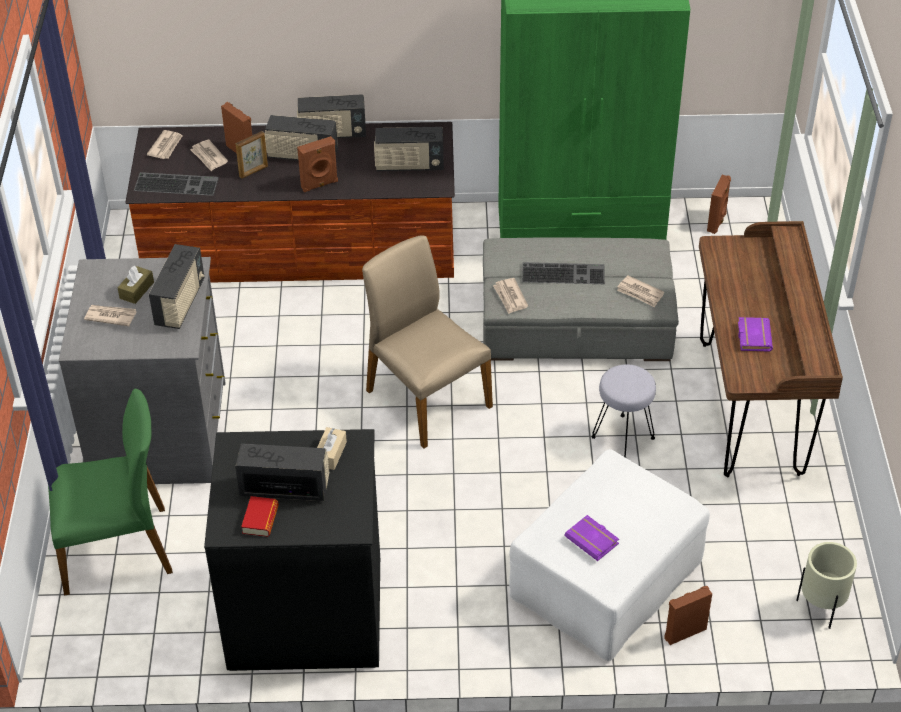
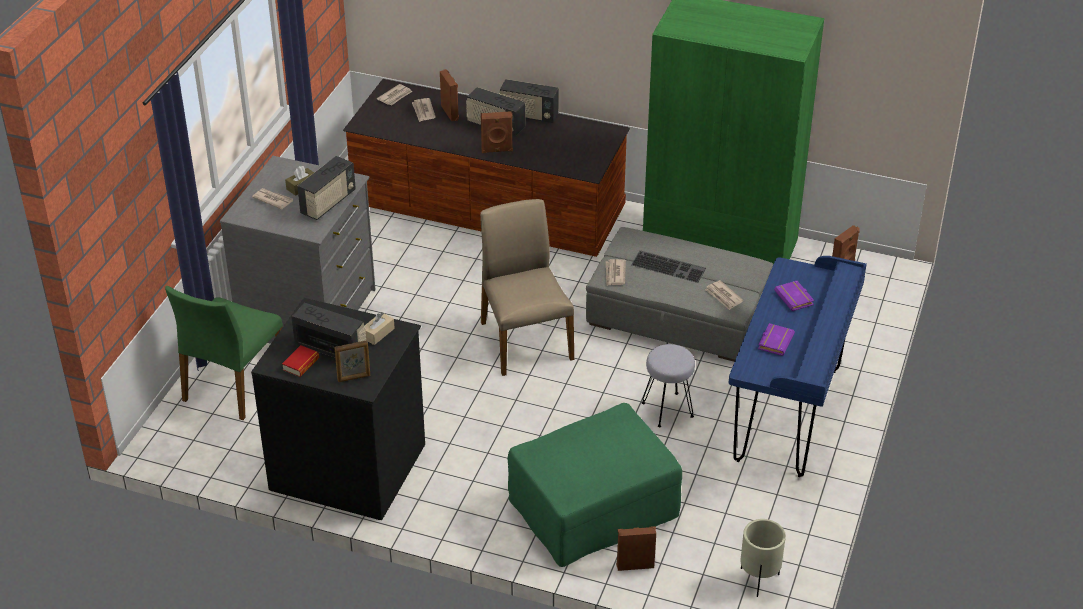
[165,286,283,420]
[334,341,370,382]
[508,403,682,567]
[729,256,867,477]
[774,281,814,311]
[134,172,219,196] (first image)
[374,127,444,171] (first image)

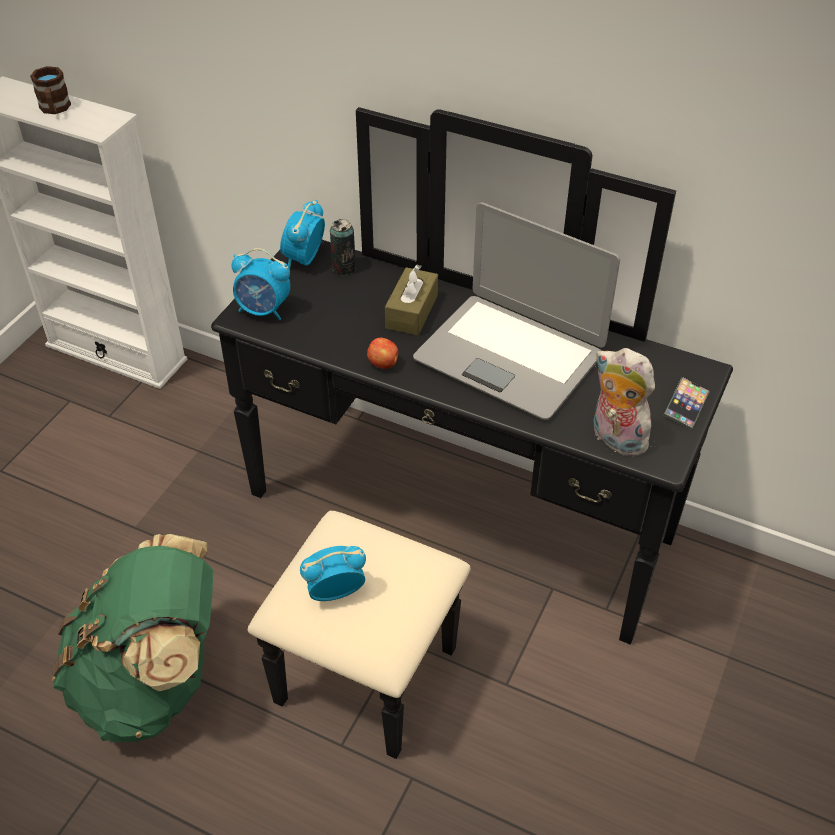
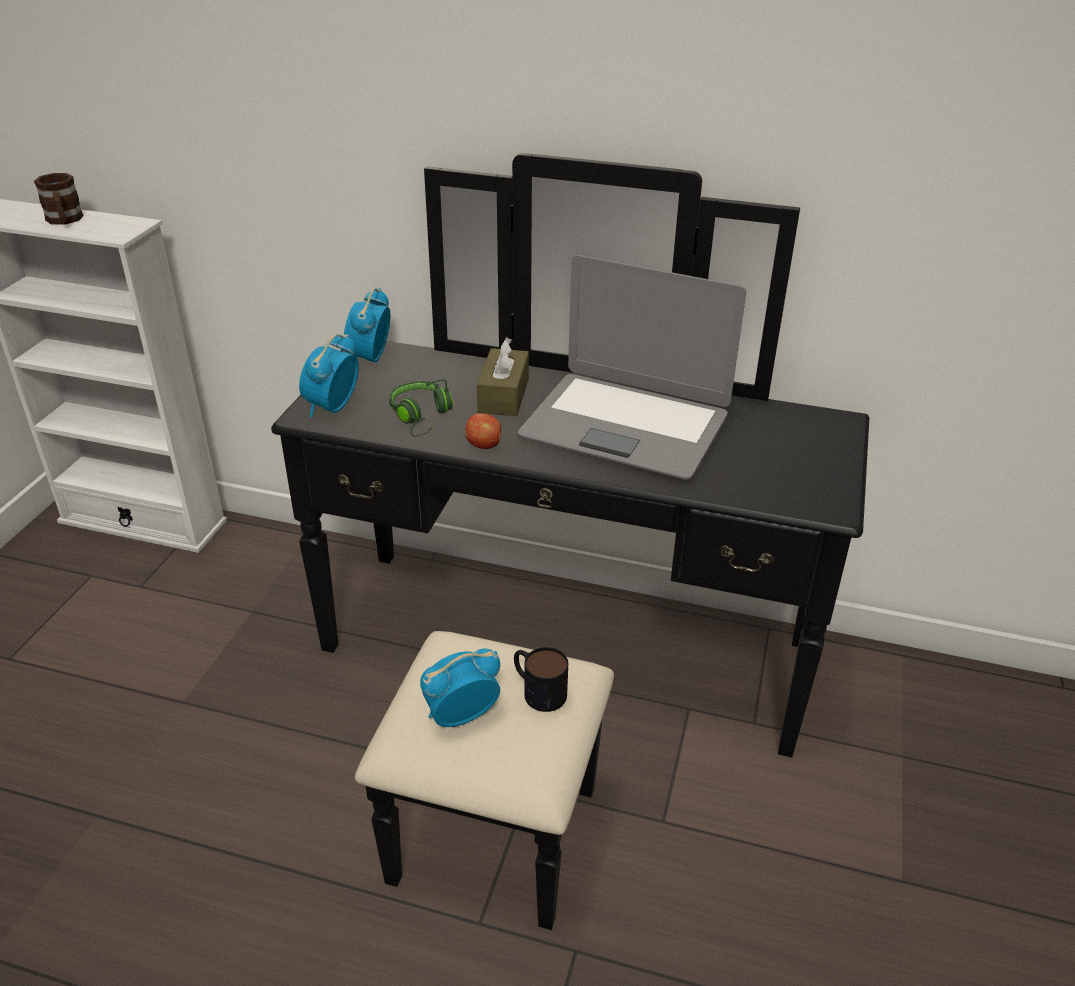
[299,333,359,418]
[389,379,453,437]
[514,647,568,712]
[52,534,213,742] (first image)
[330,219,356,275] (first image)
[594,348,655,457] (first image)
[664,377,710,430] (first image)

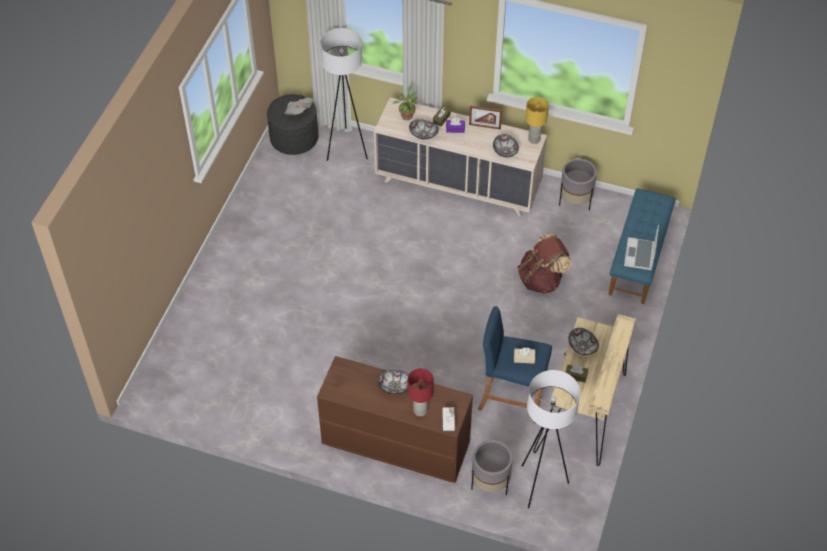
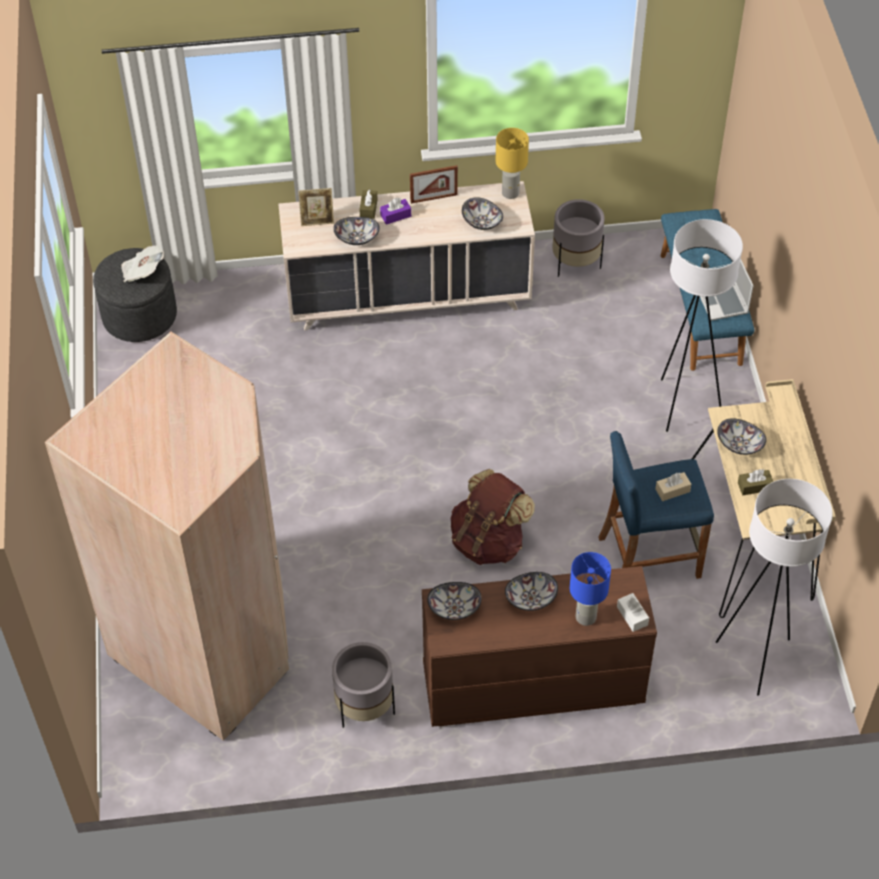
[45,332,289,741]
[298,188,334,226]
[332,642,395,728]
[427,582,482,620]
[450,469,535,565]
[570,552,611,626]
[661,219,743,432]

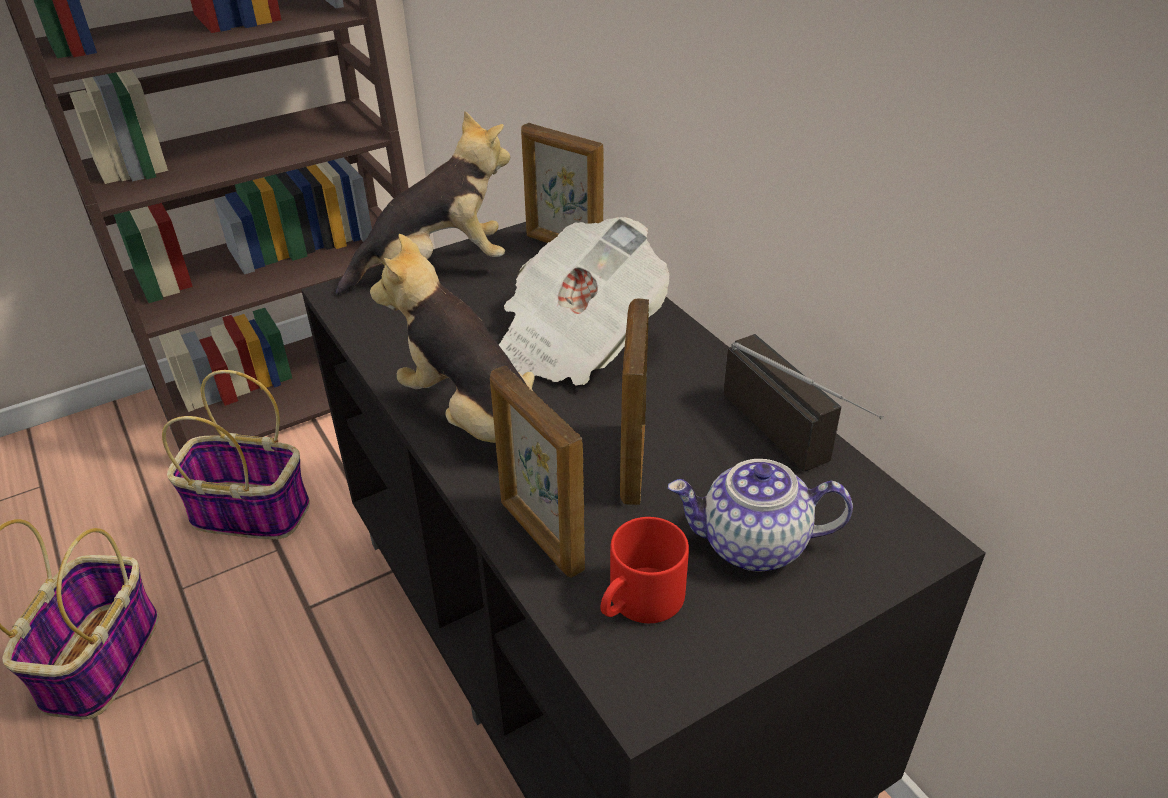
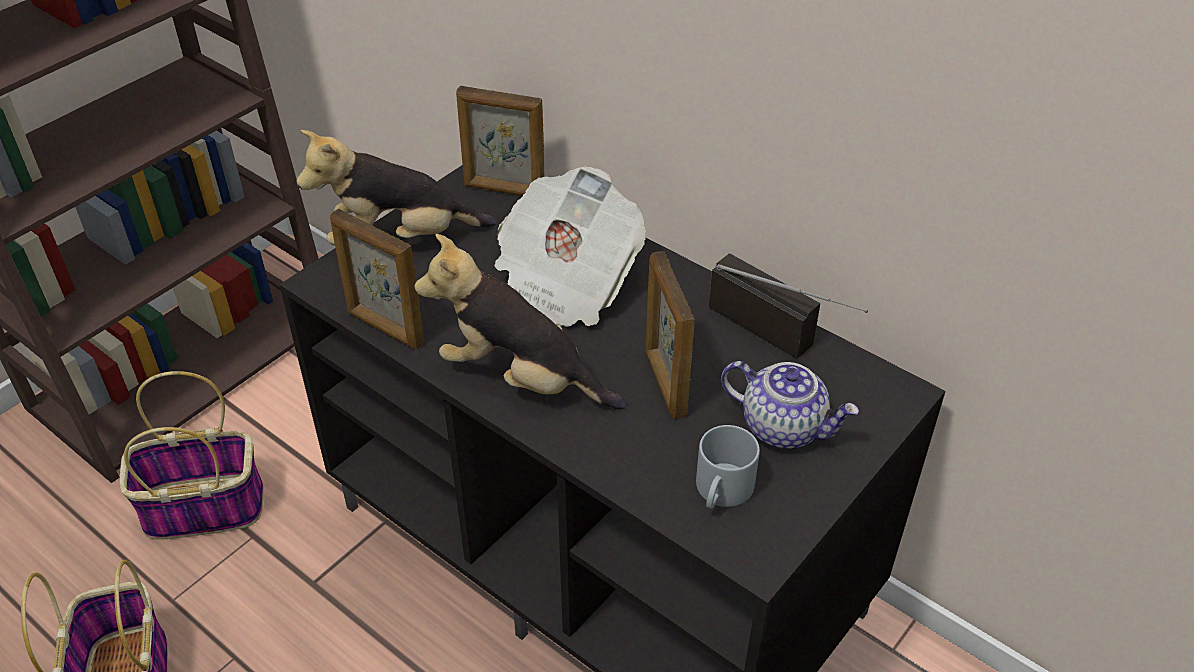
[296,130,496,246]
[330,209,425,349]
[696,425,760,509]
[721,361,859,449]

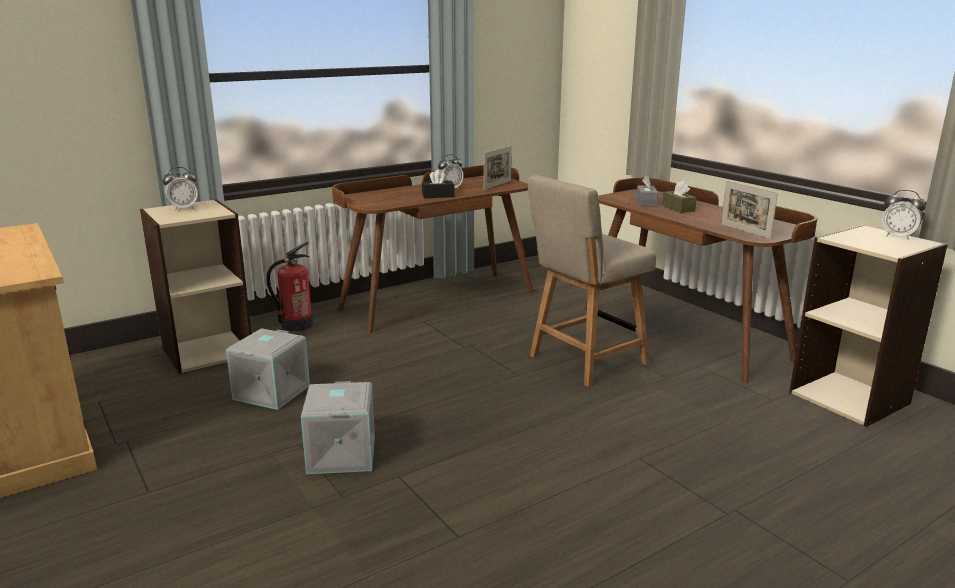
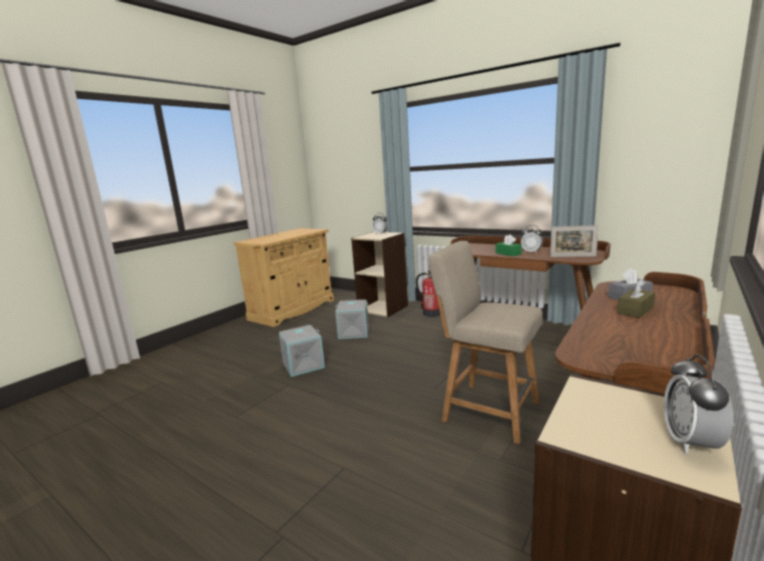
[496,234,522,256]
[721,181,778,239] (first image)

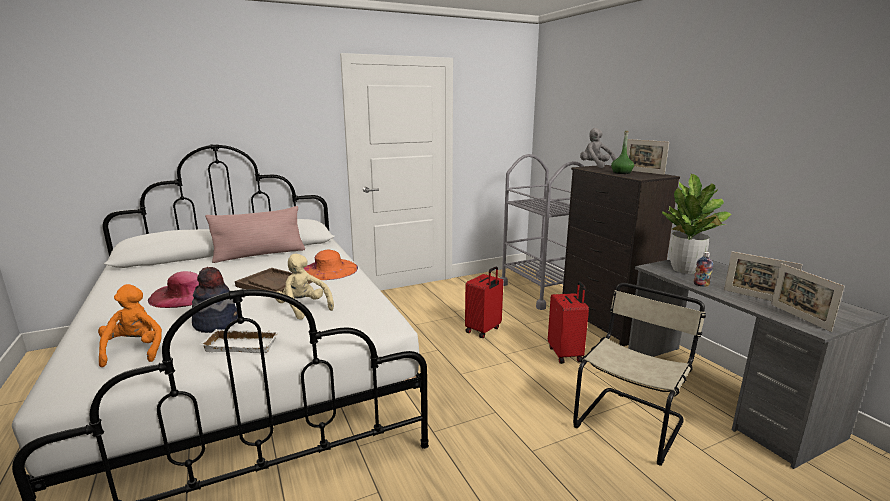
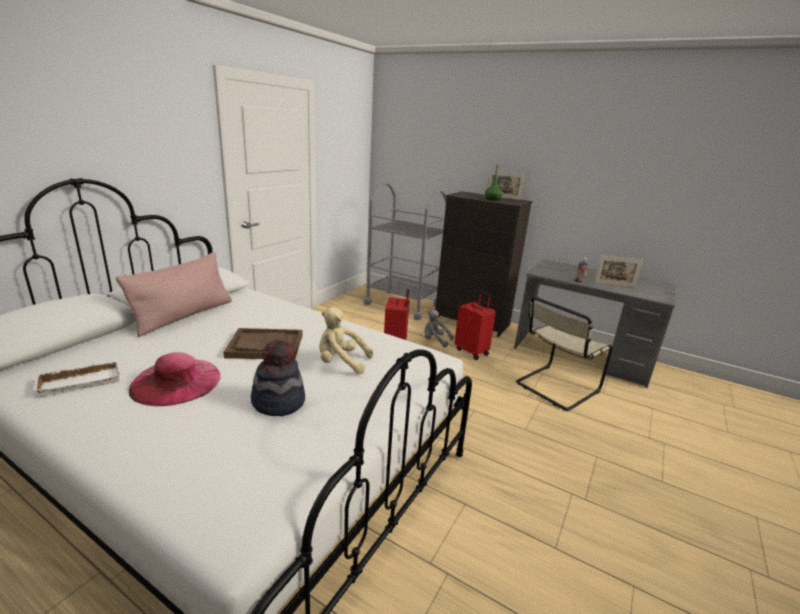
[33,360,120,397]
[424,310,454,347]
[516,296,613,411]
[98,284,162,367] (first image)
[304,250,358,280] (first image)
[662,174,732,274] (first image)
[771,263,845,332] (first image)

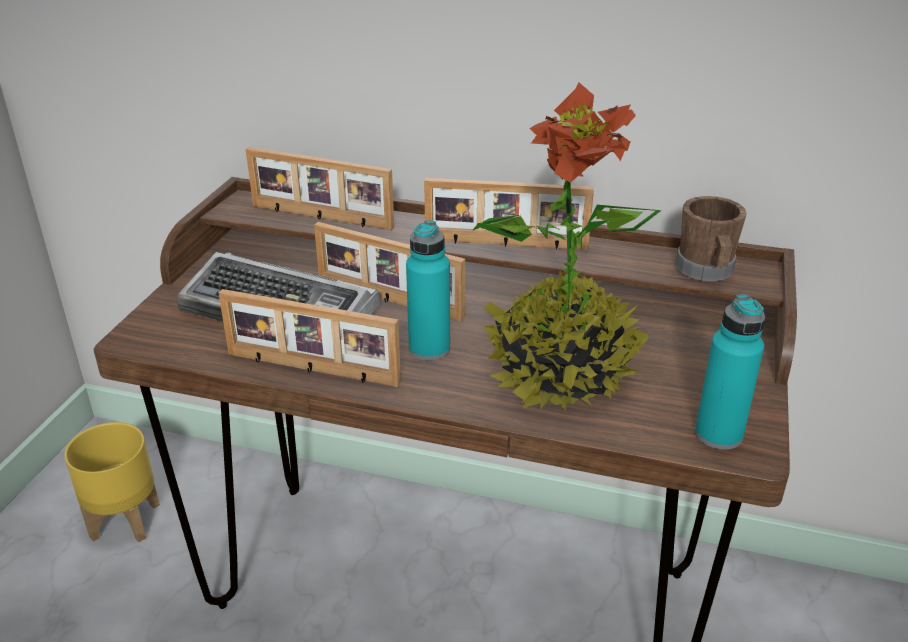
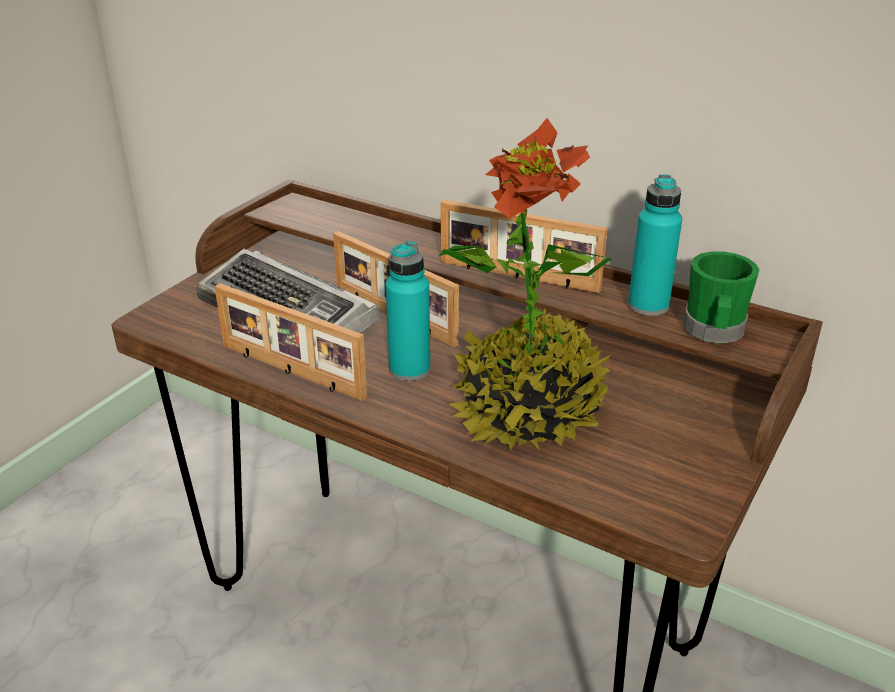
[628,174,682,316]
[683,251,759,343]
[64,422,160,542] (first image)
[246,147,394,230] (first image)

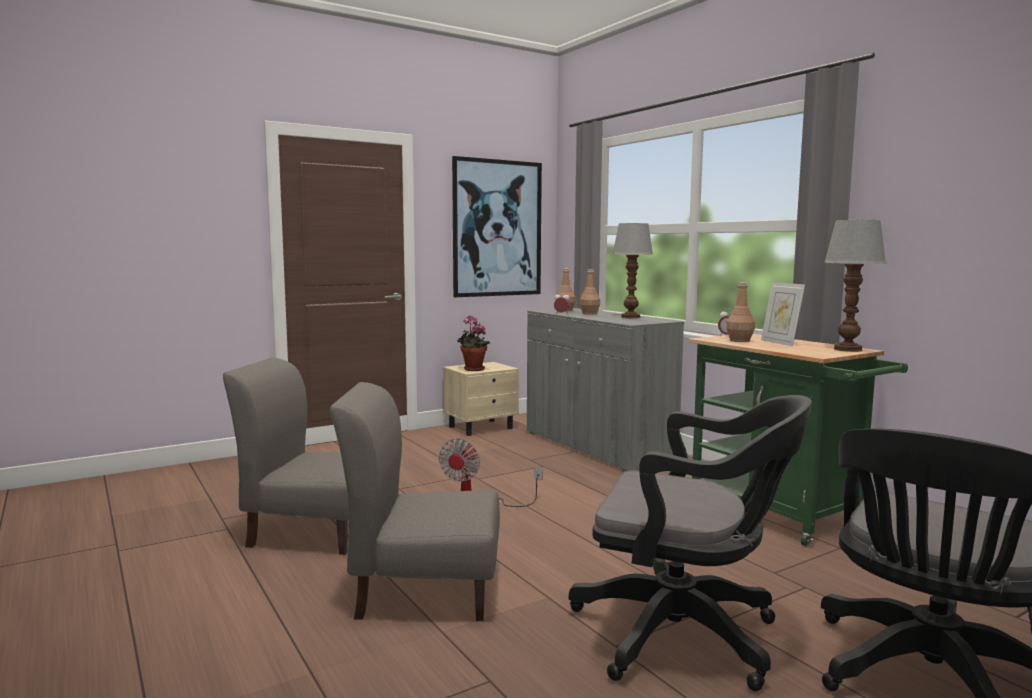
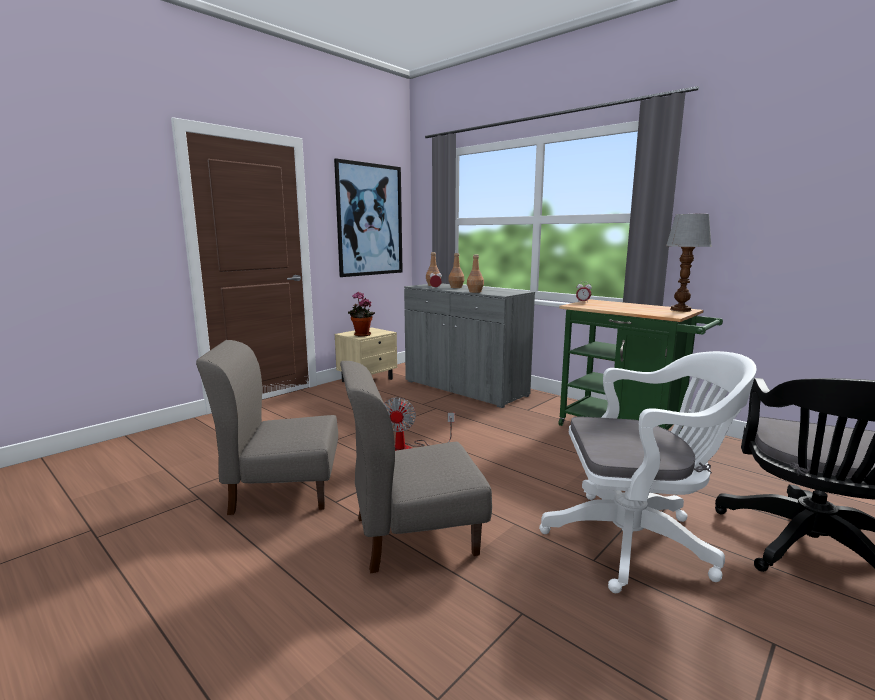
[467,254,484,293]
[539,351,757,593]
[612,223,653,318] (first image)
[761,282,805,347] (first image)

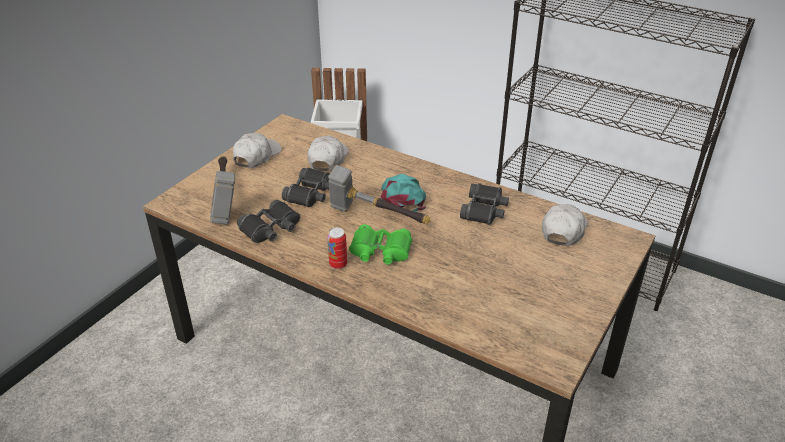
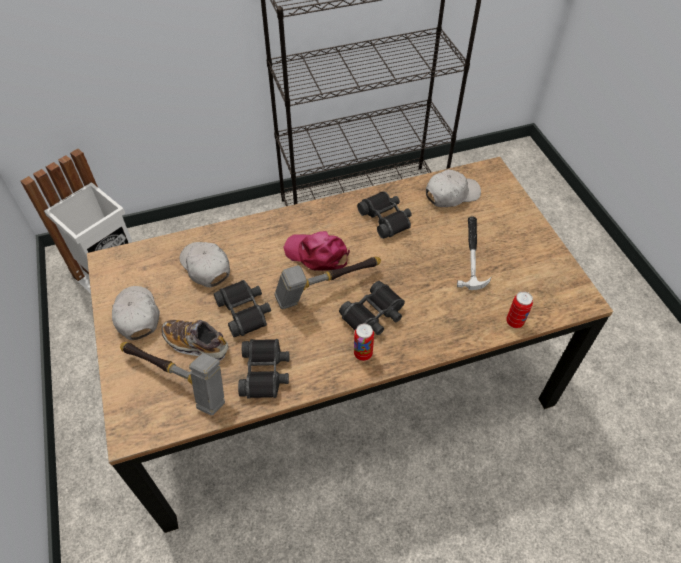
[162,320,228,361]
[283,231,350,271]
[339,281,405,335]
[426,169,481,207]
[457,216,492,290]
[506,291,533,329]

